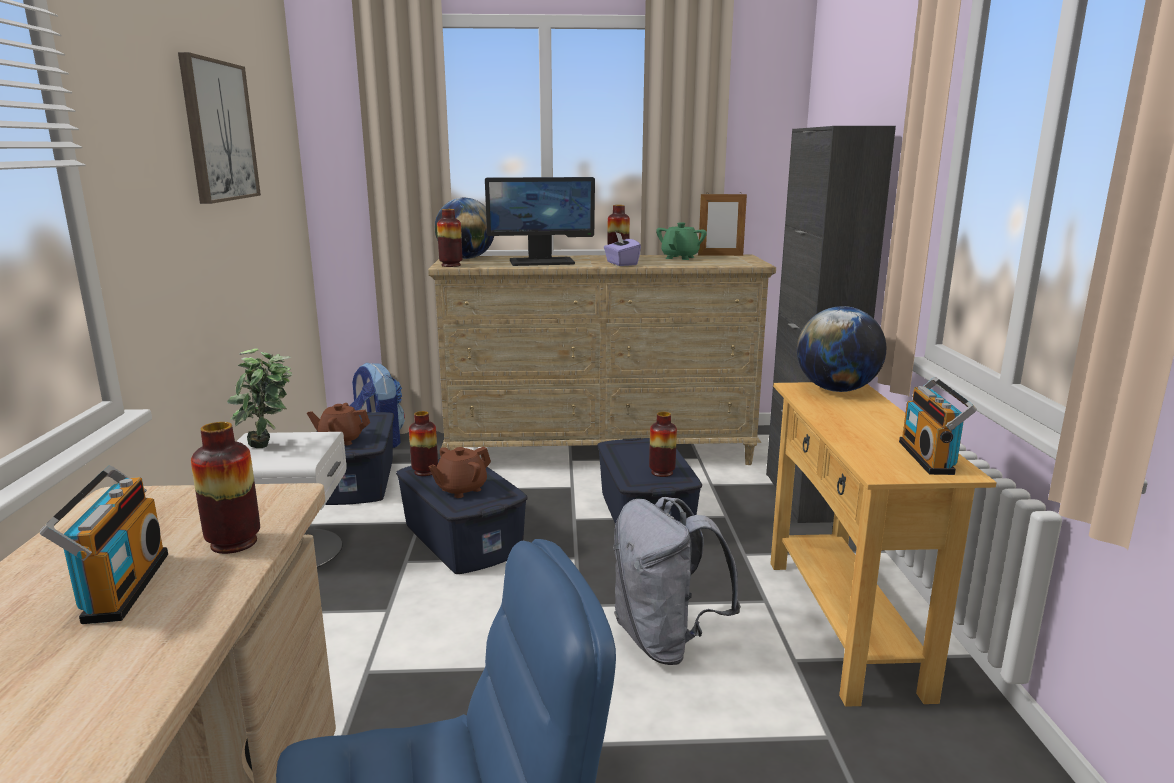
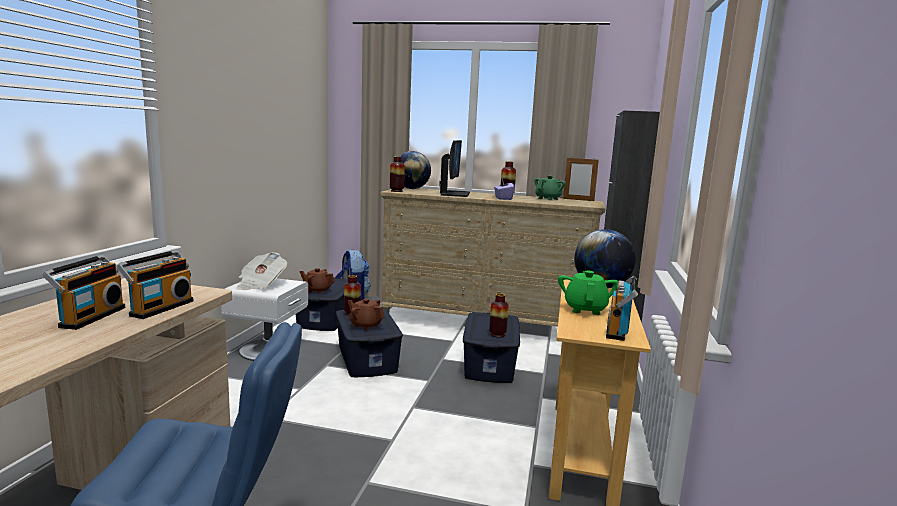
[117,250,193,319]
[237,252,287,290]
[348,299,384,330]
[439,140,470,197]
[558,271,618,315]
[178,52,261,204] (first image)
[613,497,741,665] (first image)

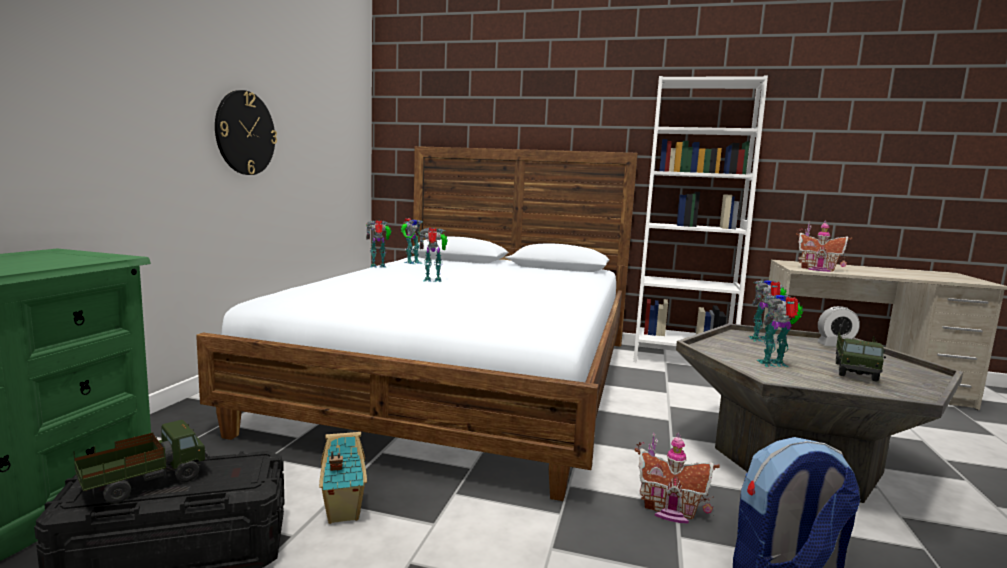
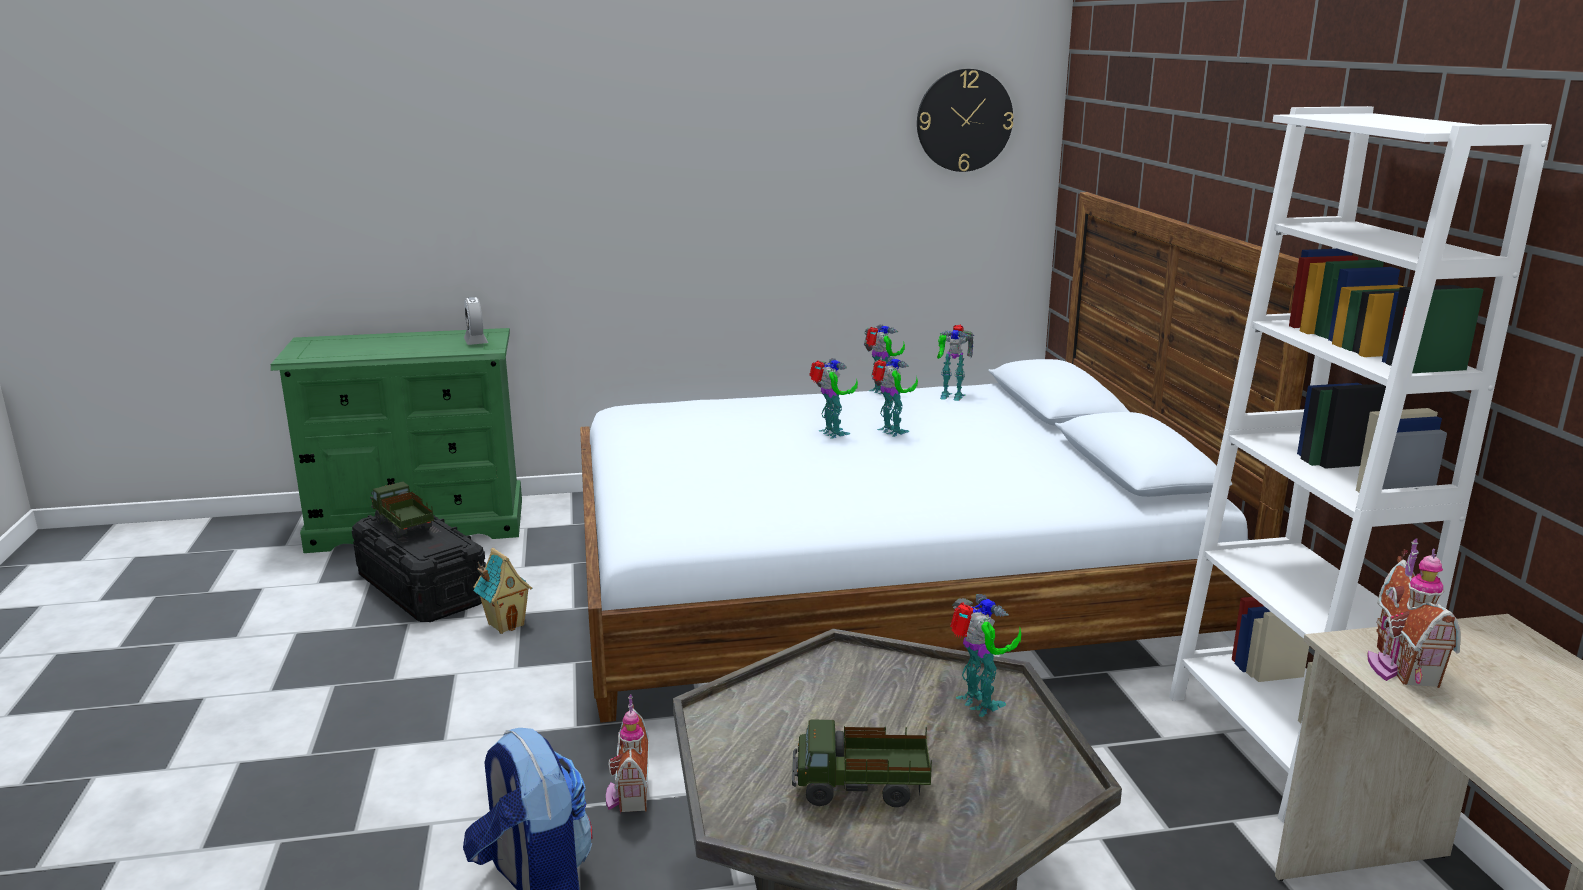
[370,482,434,539]
[464,297,488,345]
[872,357,918,437]
[917,69,1013,172]

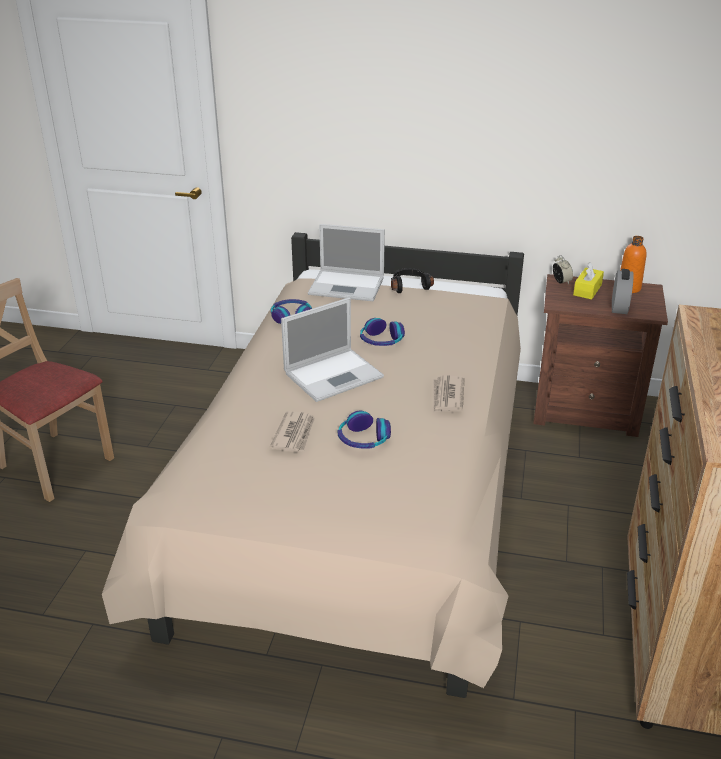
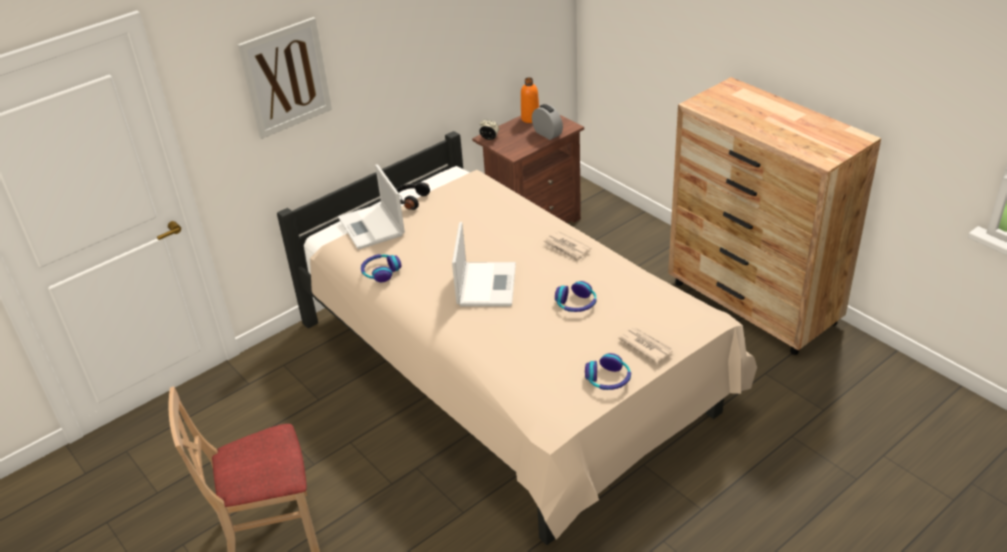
[238,17,332,139]
[338,164,405,250]
[585,353,631,390]
[618,327,673,363]
[573,262,604,300] (first image)

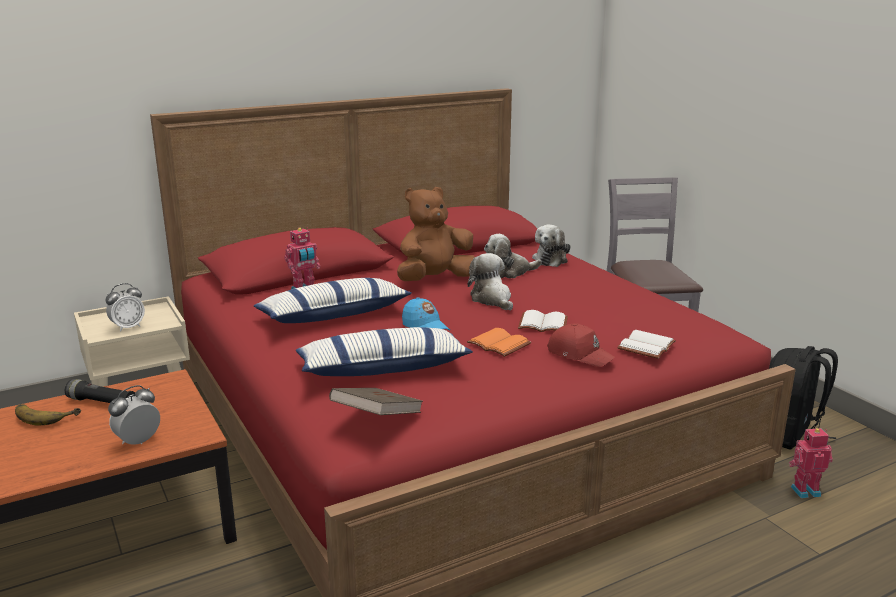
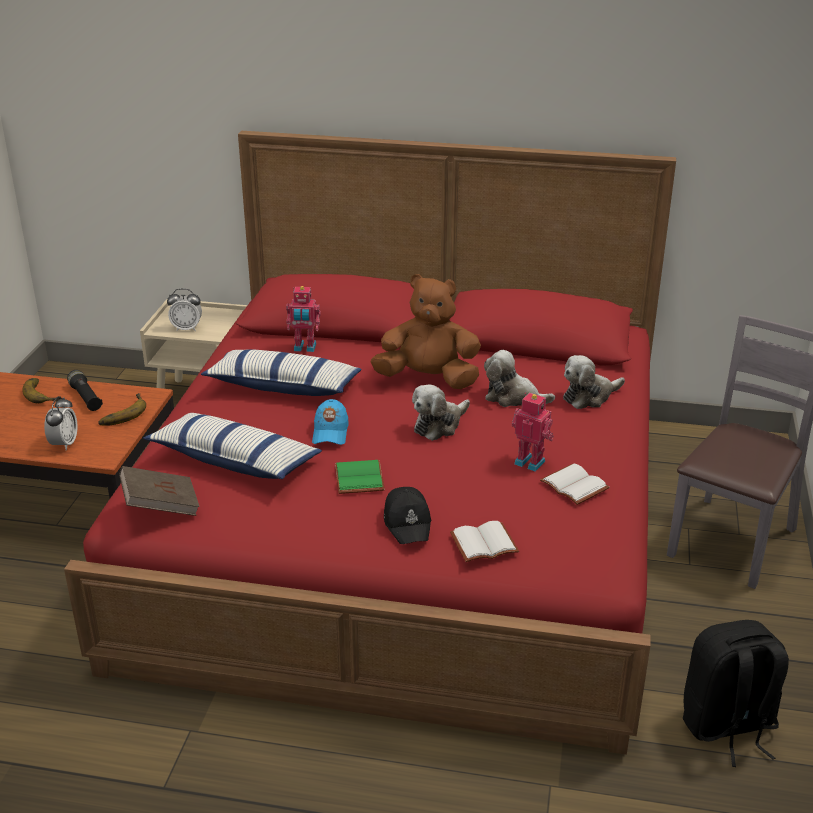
[44,396,78,450]
[98,393,146,426]
[335,460,385,494]
[384,487,431,544]
[412,385,470,441]
[512,393,554,472]
[540,463,609,505]

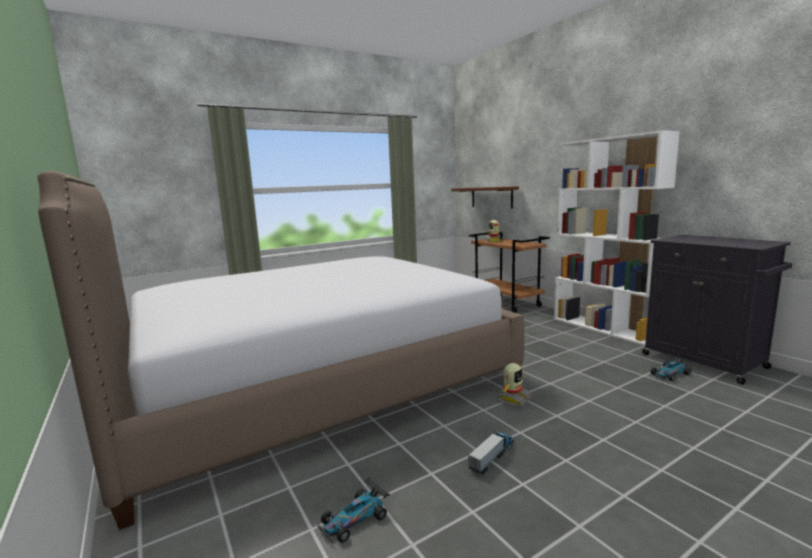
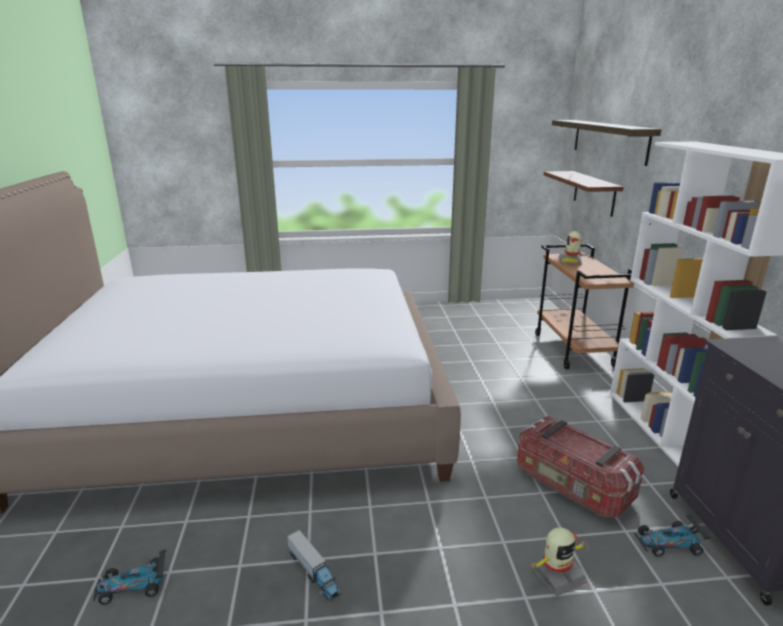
[286,529,341,602]
[517,416,644,517]
[530,527,588,596]
[552,120,661,166]

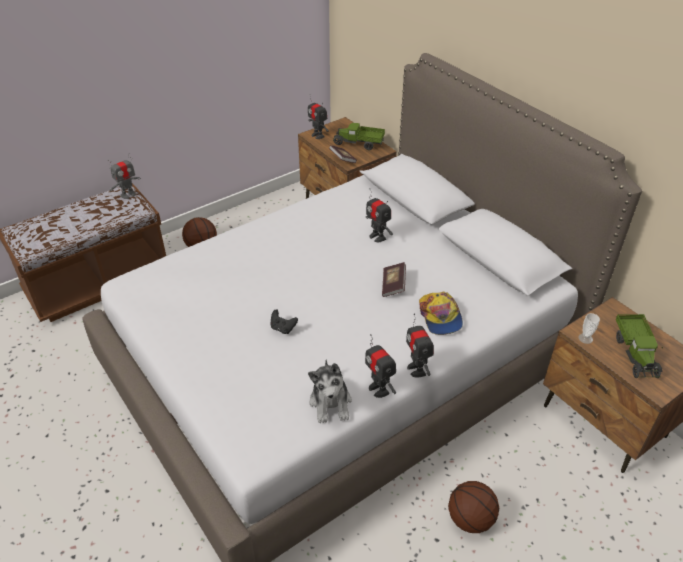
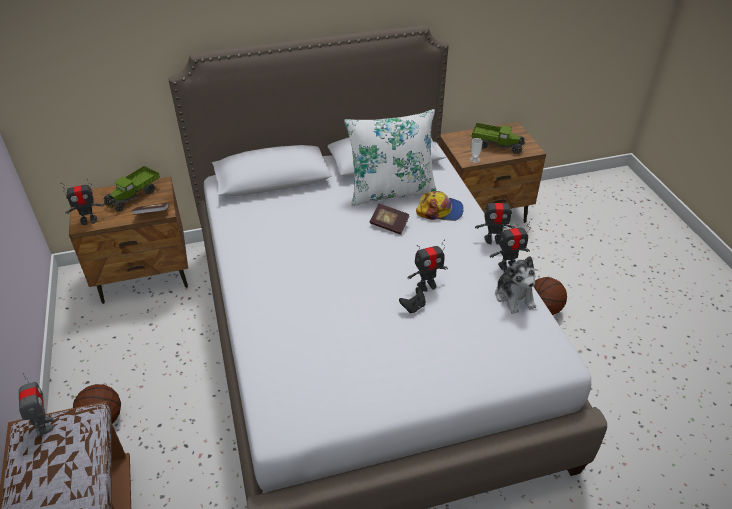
[344,109,437,206]
[407,240,448,291]
[495,256,536,314]

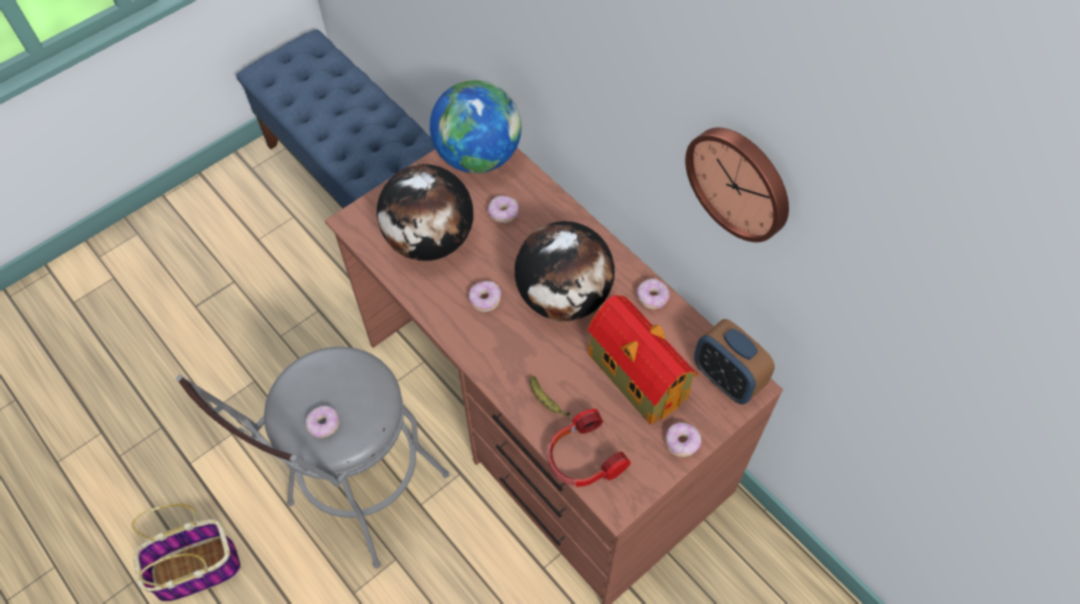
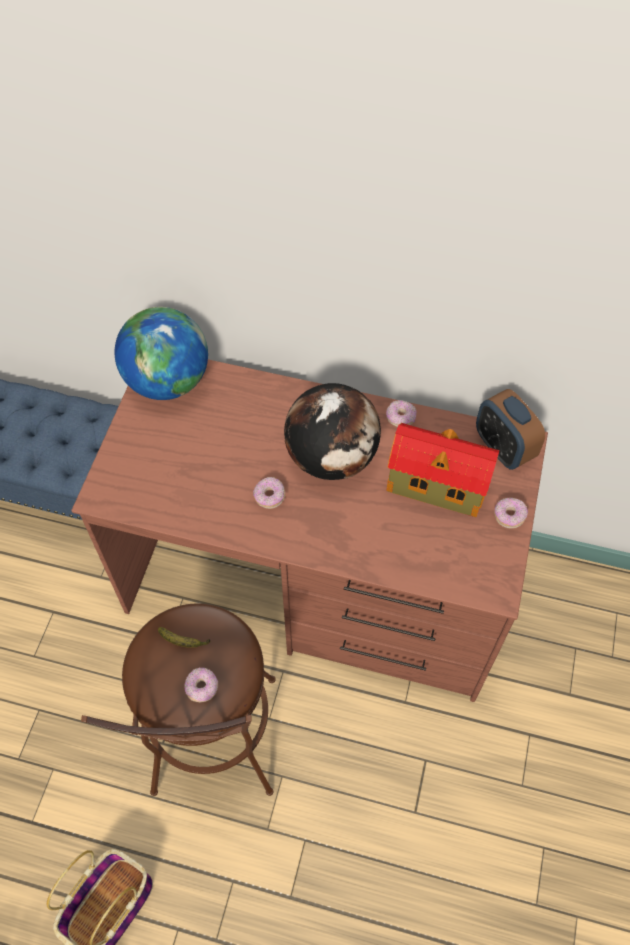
[81,604,276,796]
[158,627,211,648]
[476,389,545,470]
[377,164,474,261] (first image)
[488,196,519,223] (first image)
[548,409,631,487] (first image)
[685,128,789,242] (first image)

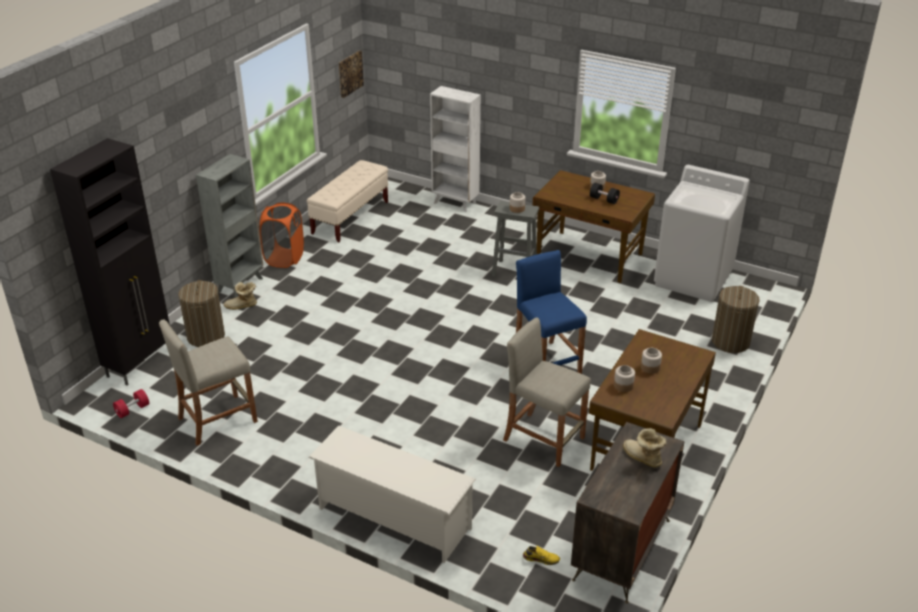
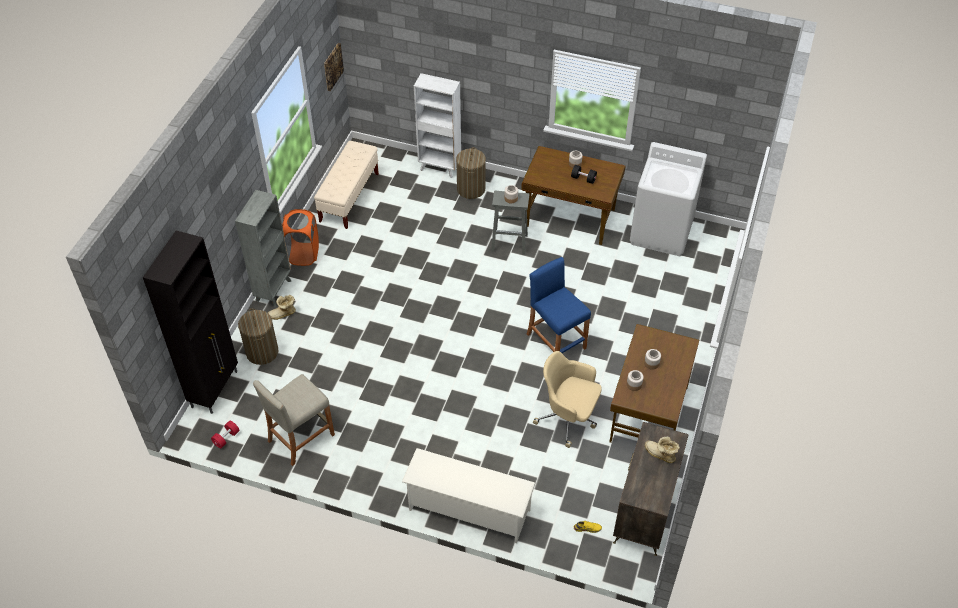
[456,147,486,199]
[533,351,602,448]

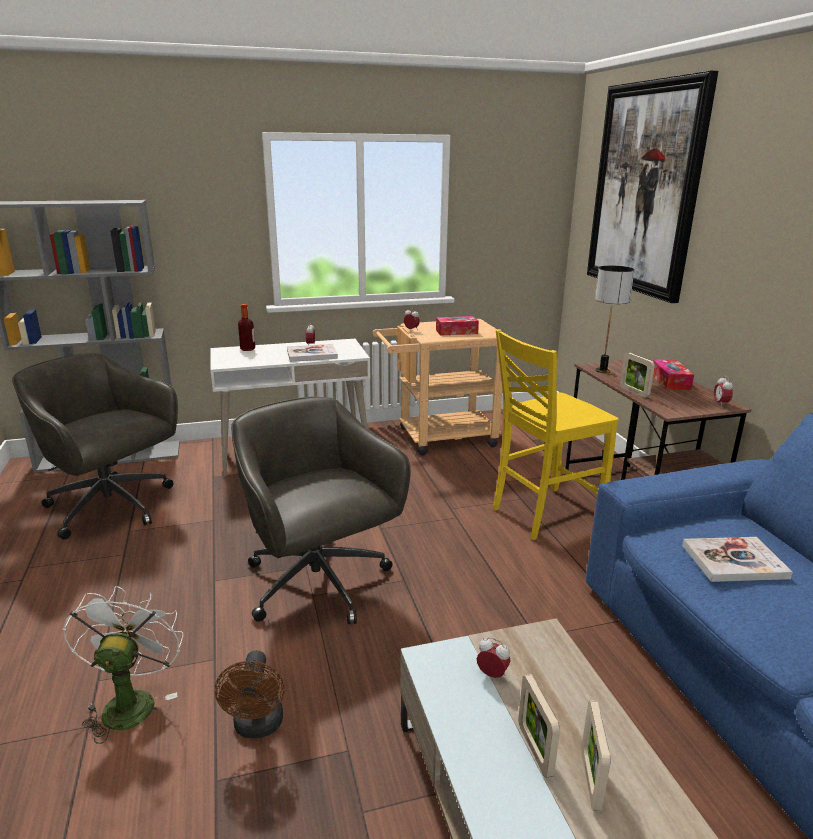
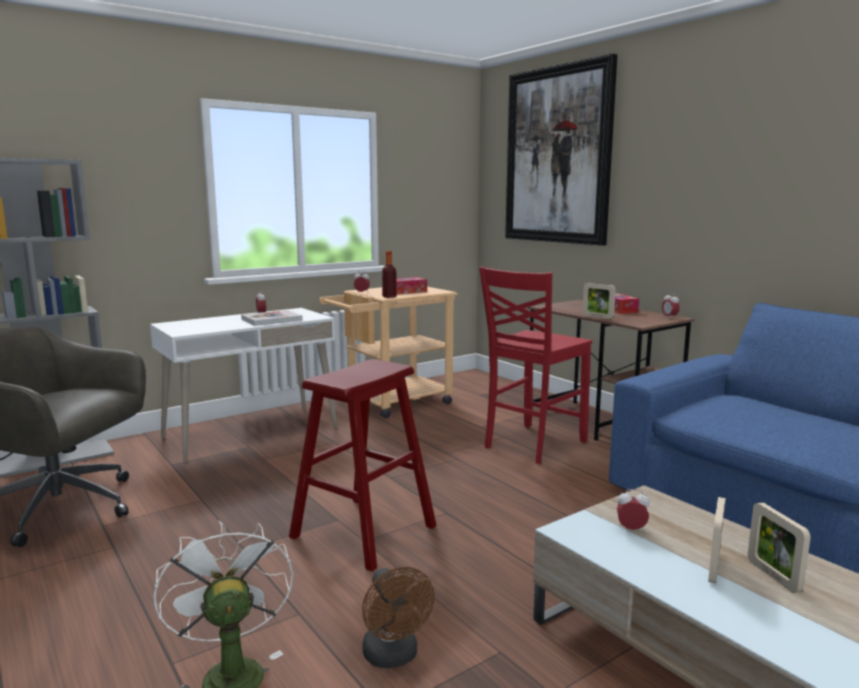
[289,359,437,572]
[382,251,397,298]
[479,266,592,464]
[708,497,726,584]
[595,266,635,373] (first image)
[682,537,793,582] (first image)

